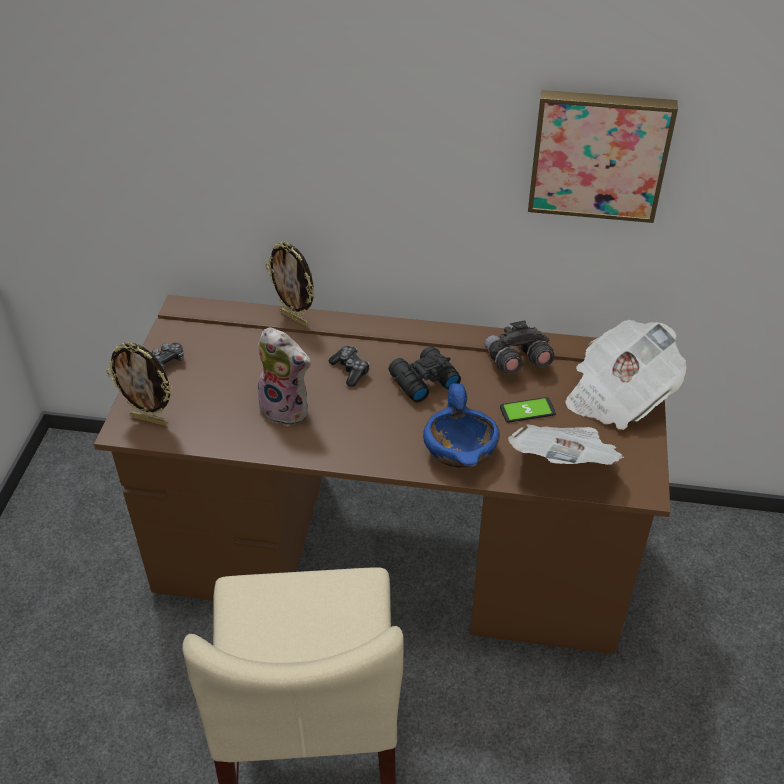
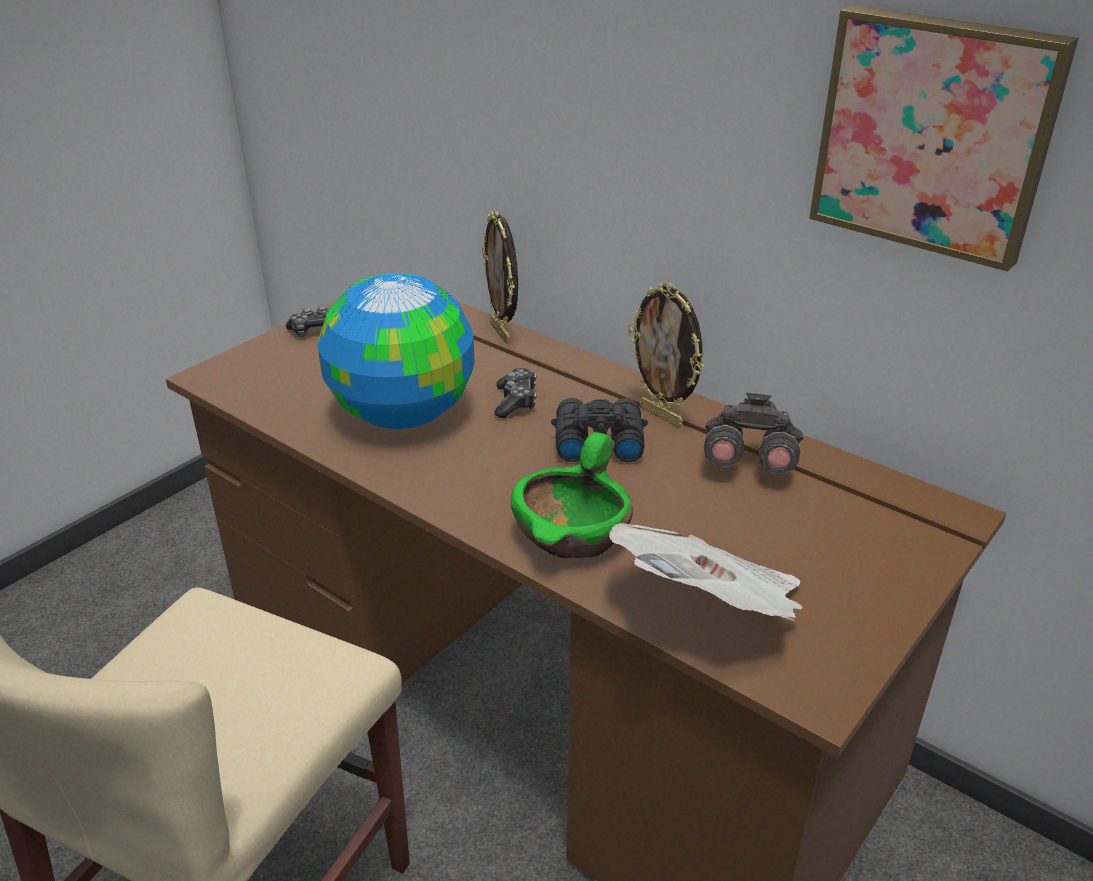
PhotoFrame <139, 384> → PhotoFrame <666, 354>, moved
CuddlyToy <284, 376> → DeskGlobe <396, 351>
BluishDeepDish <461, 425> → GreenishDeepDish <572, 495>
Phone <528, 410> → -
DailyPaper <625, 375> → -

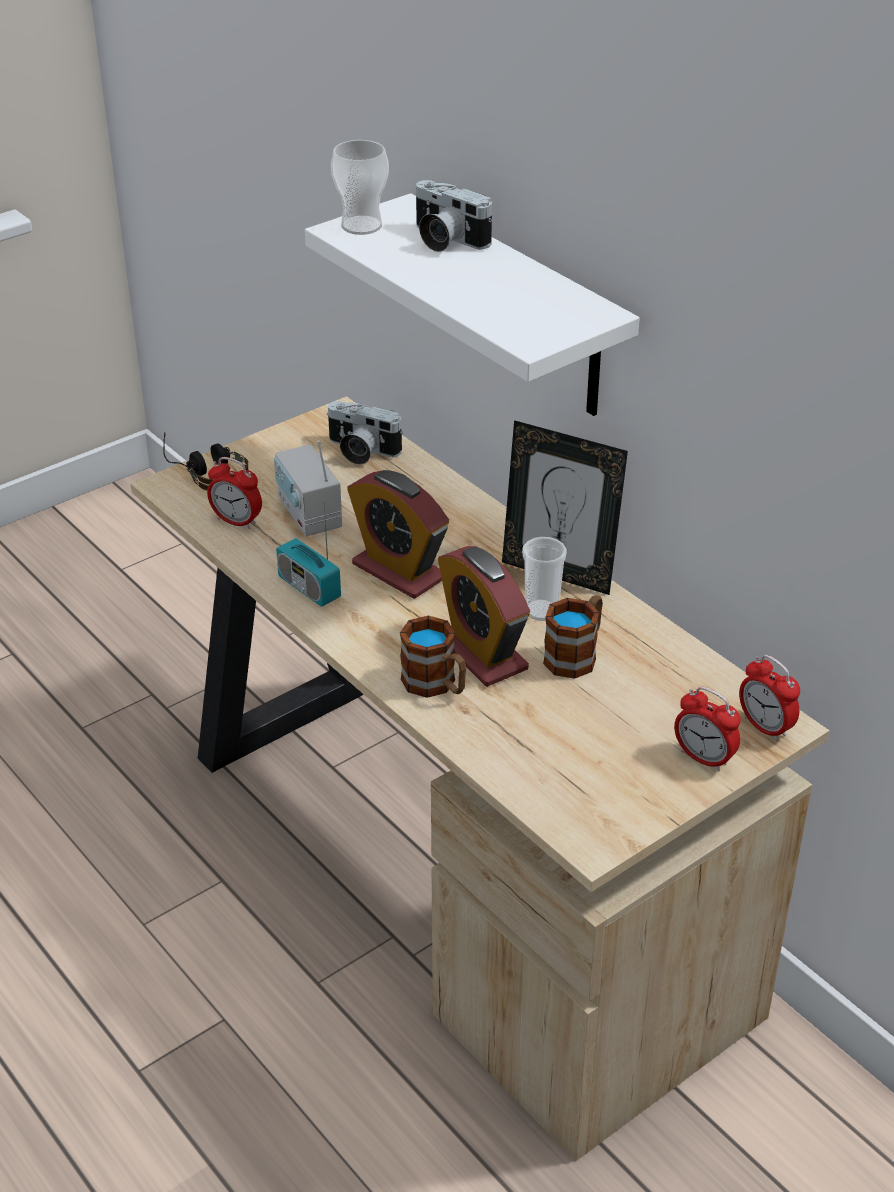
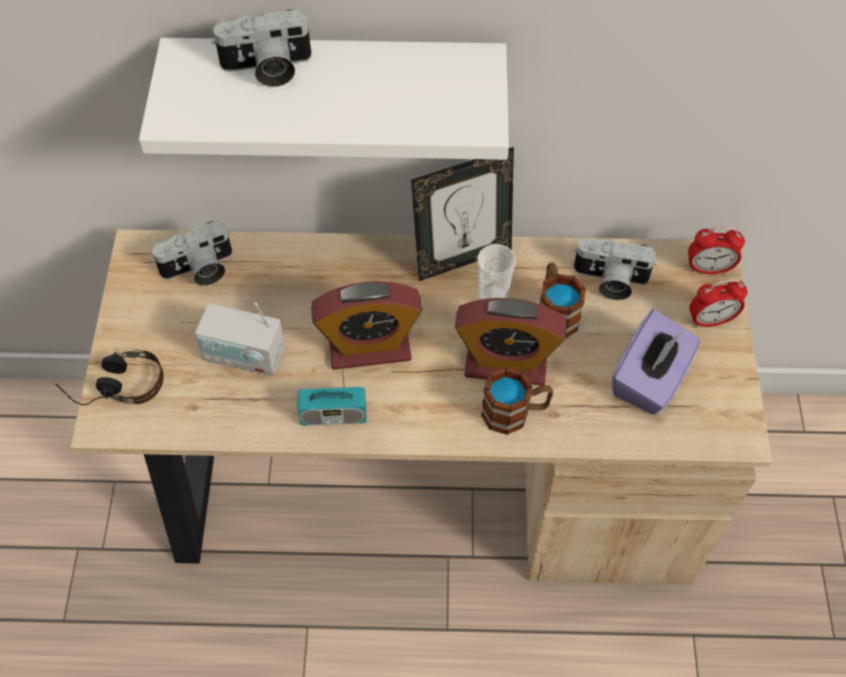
TableClock <234, 493> → -
Cup <360, 187> → -
- → StillCamera <615, 269>
- → PurpleColouredTissueHolder <656, 362>

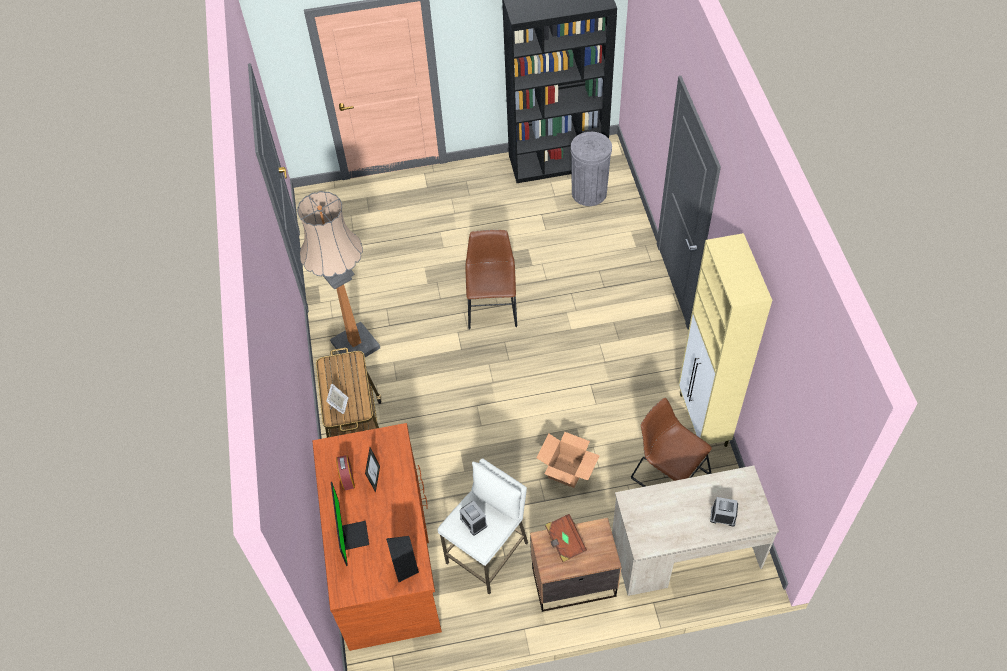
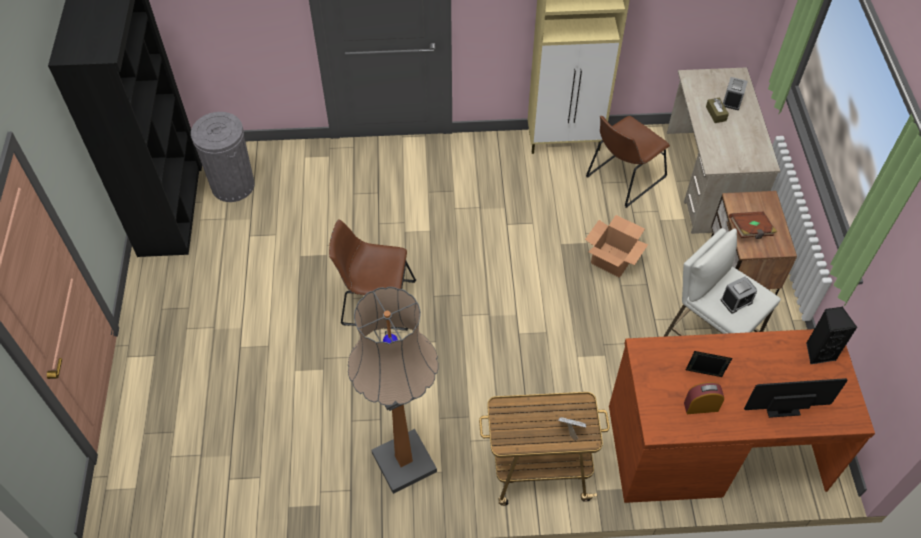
- → BrownTissueHolder <717, 110>

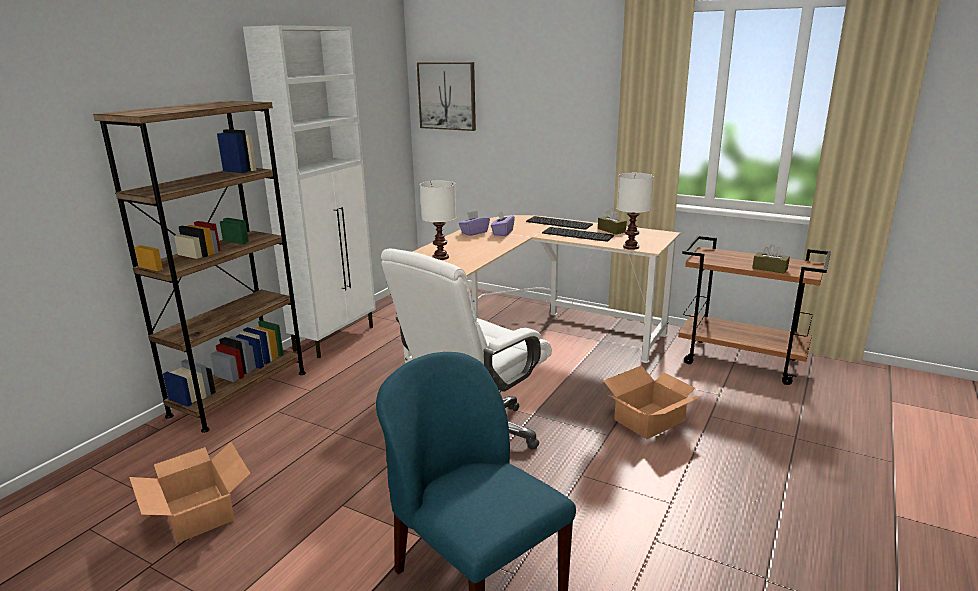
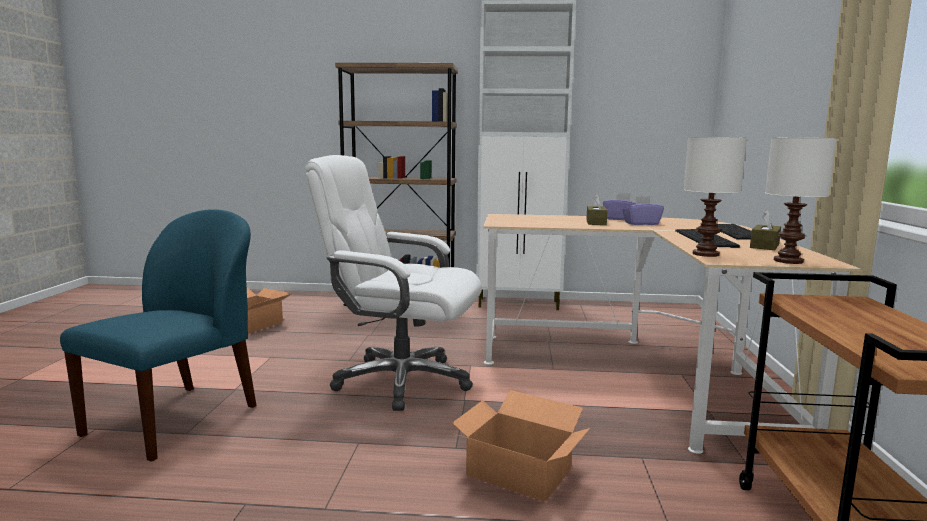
WallPicture <446, 96> → -
WhiteColouredTabletopLamp <438, 220> → WhiteColouredTabletopLamp <801, 201>, moved
BrownTissueHolder <771, 259> → BrownTissueHolder <597, 209>, moved

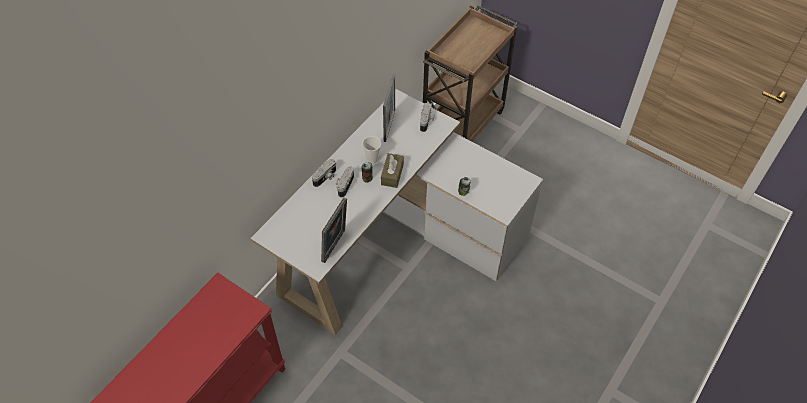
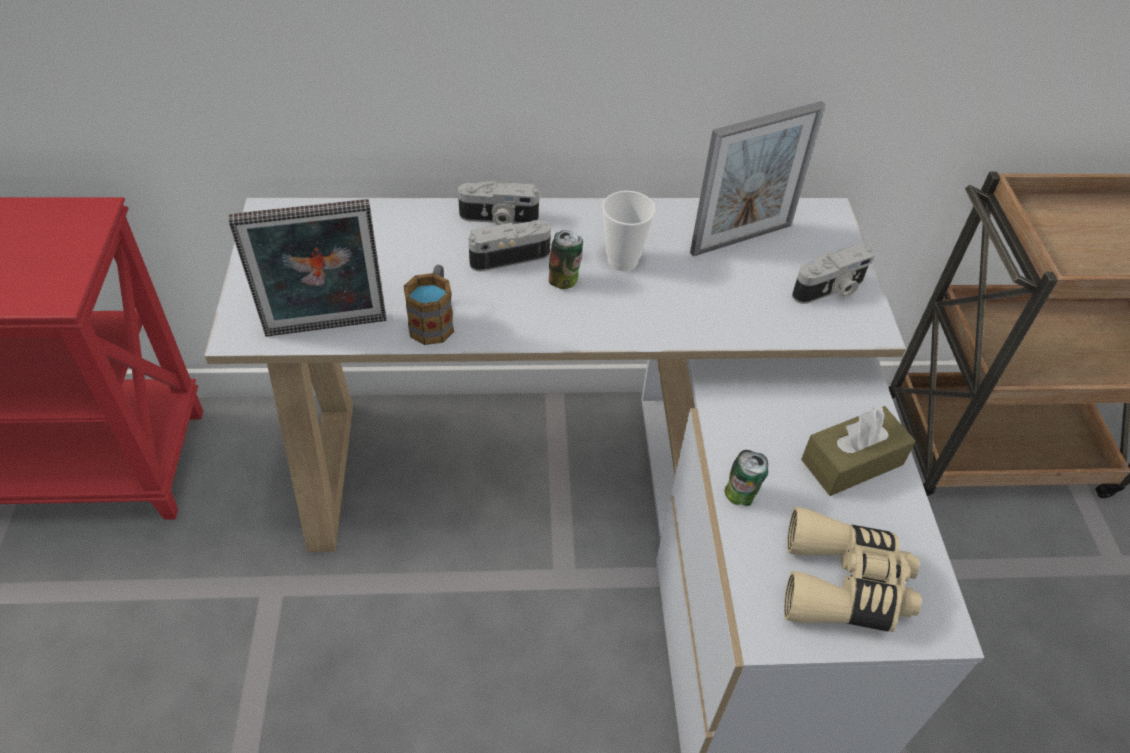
BrownTissueHolder <392, 170> → BrownTissueHolder <858, 450>, moved
- → TeaMug <428, 305>
- → SandColouredFieldGlasses <852, 569>

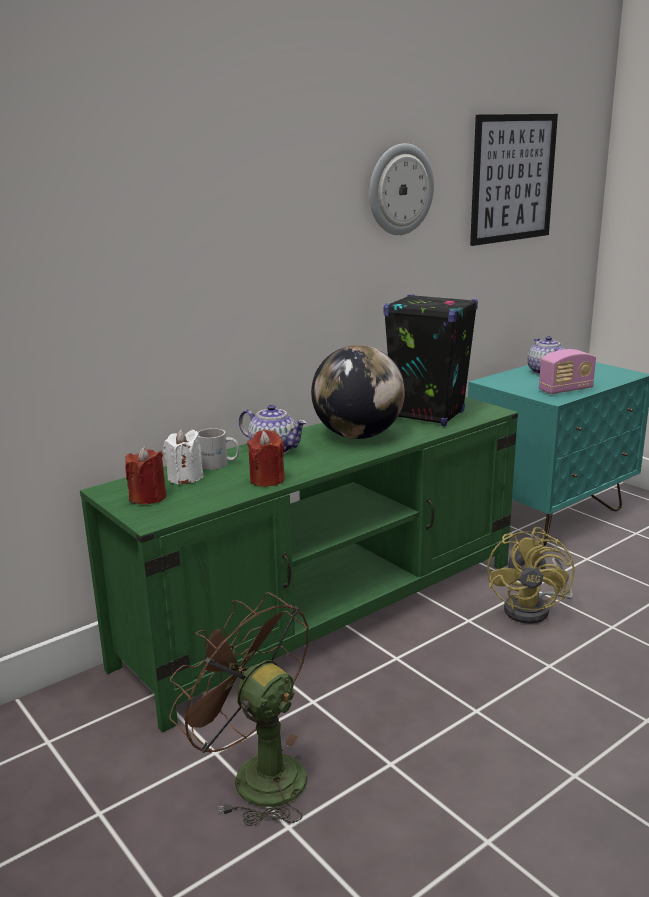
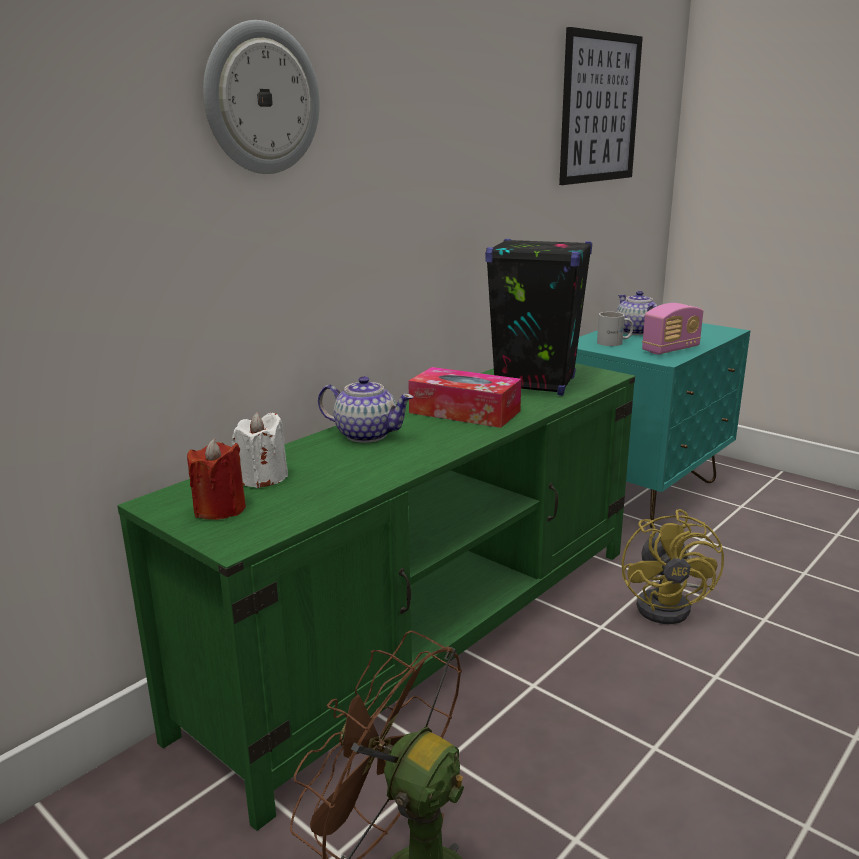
WhiteColouredTeaMug <218, 449> → WhiteColouredTeaMug <615, 329>, moved
ReddishCandle <266, 458> → -
DeskGlobe <358, 392> → TissueHolder <464, 397>
ClockOnTheWall <401, 189> → ClockOnTheWall <261, 97>, moved

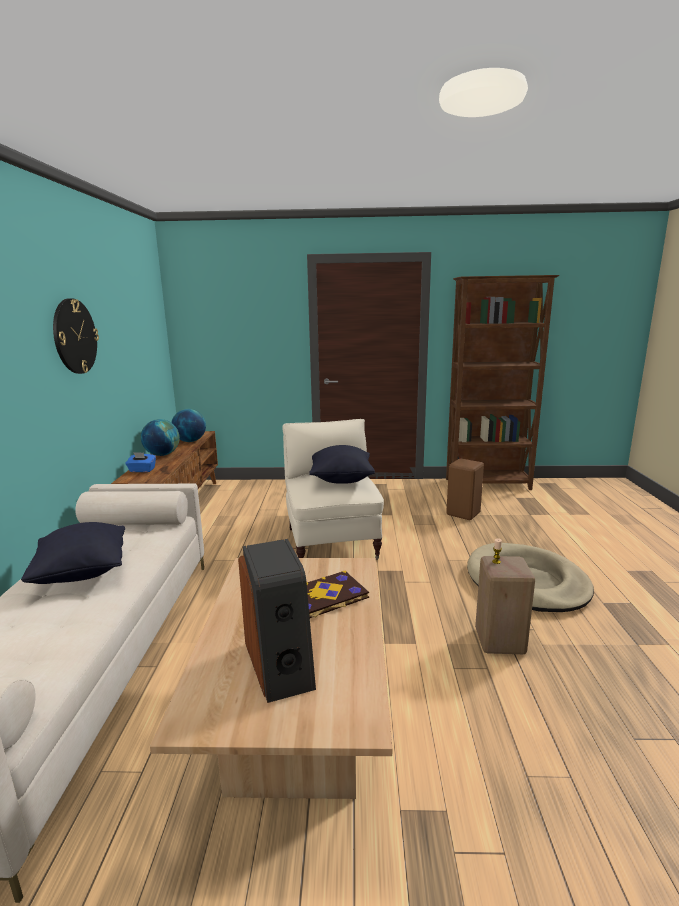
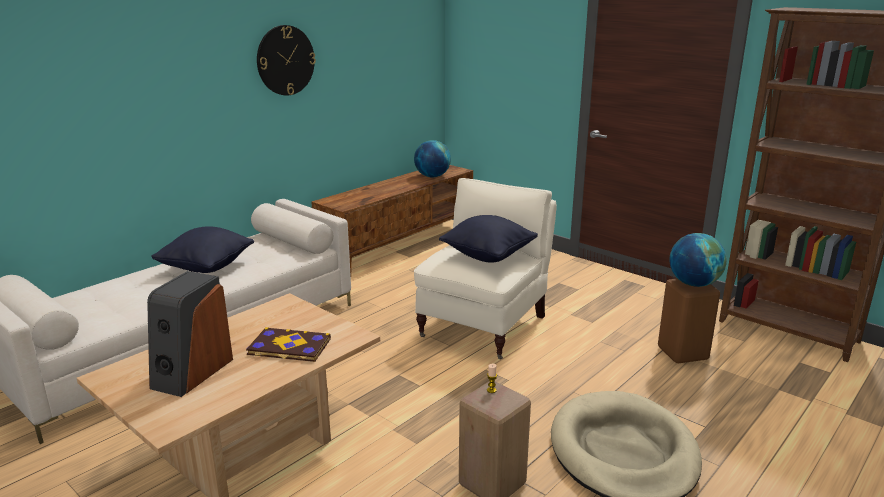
BluishTissueHolder <140, 462> → -
DeskGlobe <160, 437> → DeskGlobe <698, 260>, moved

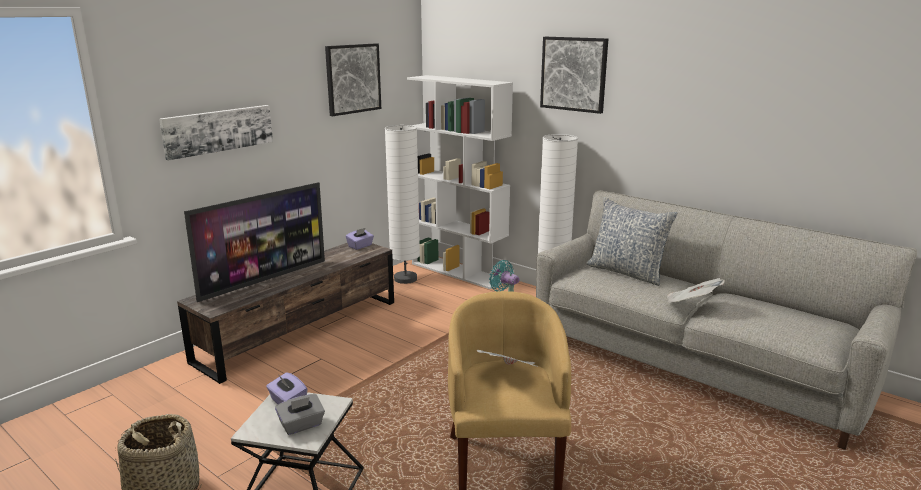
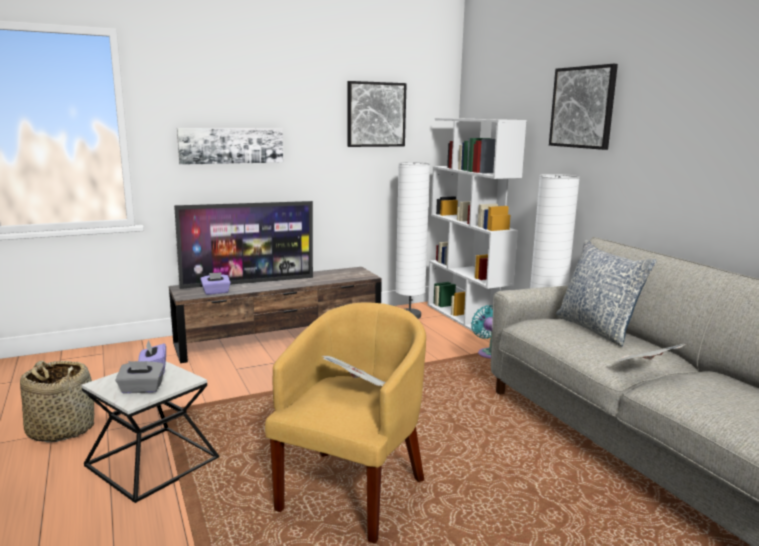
PurpleColouredTissueHolder <360, 239> → PurpleColouredTissueHolder <215, 283>, moved

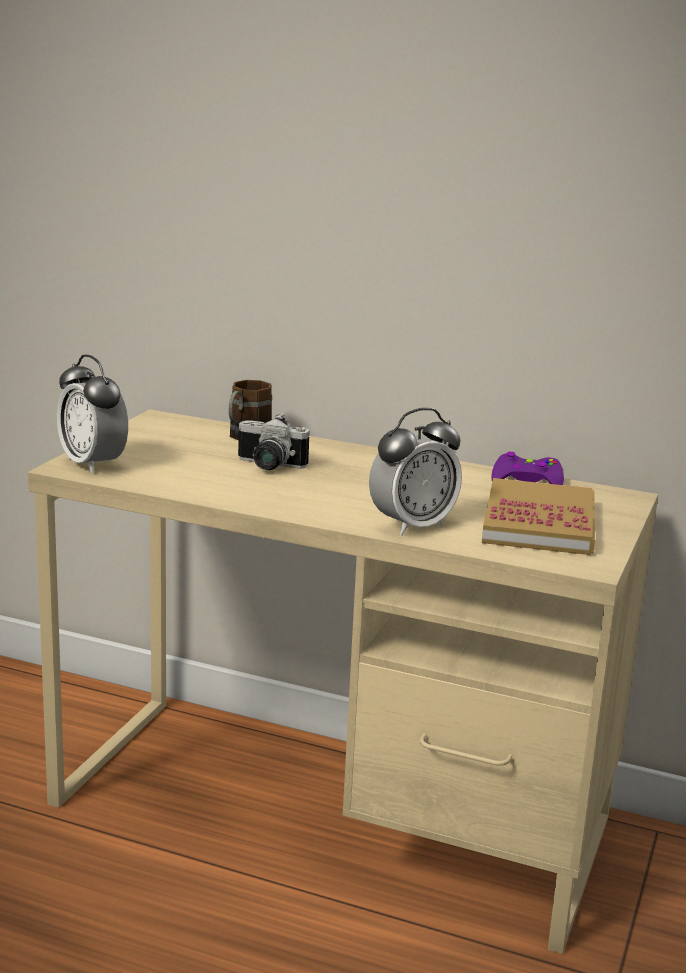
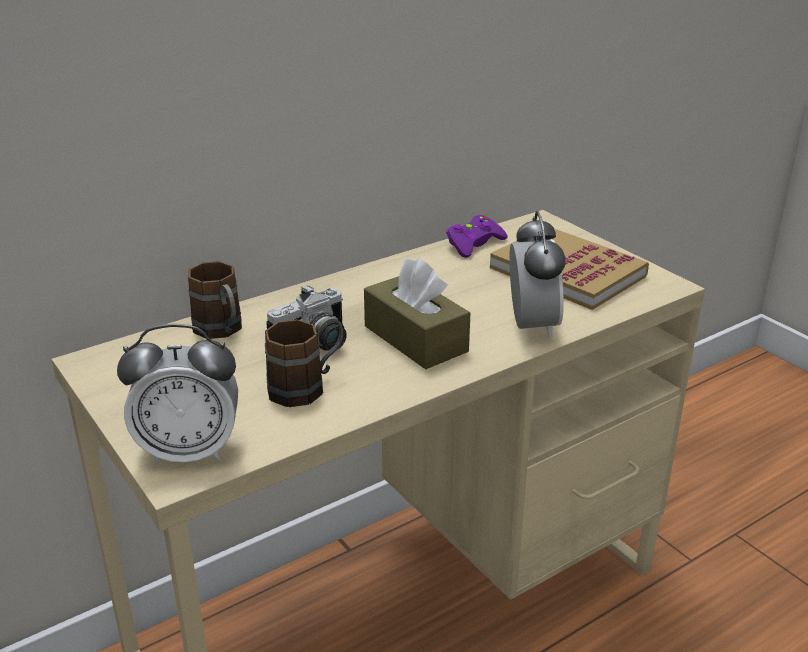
- → BrownTeaMug <304, 362>
- → BrownTissueHolder <417, 313>

